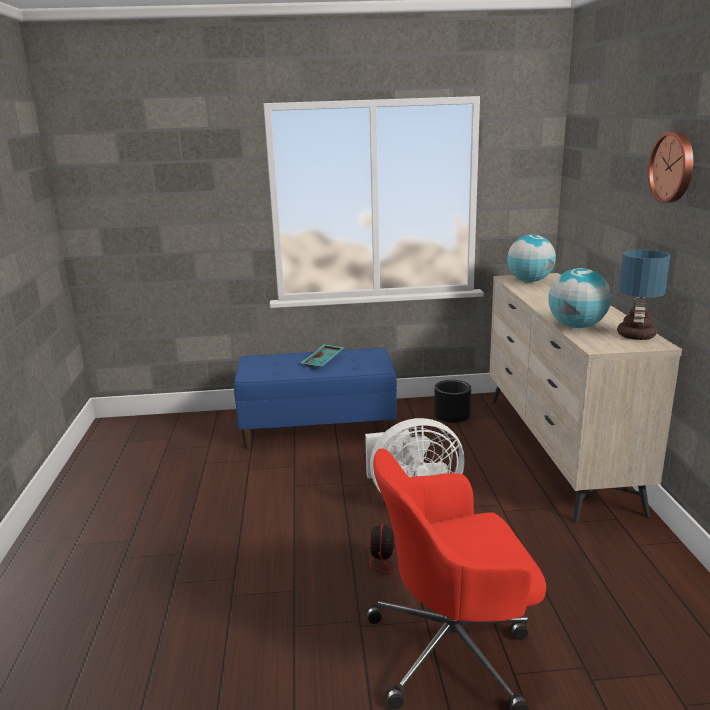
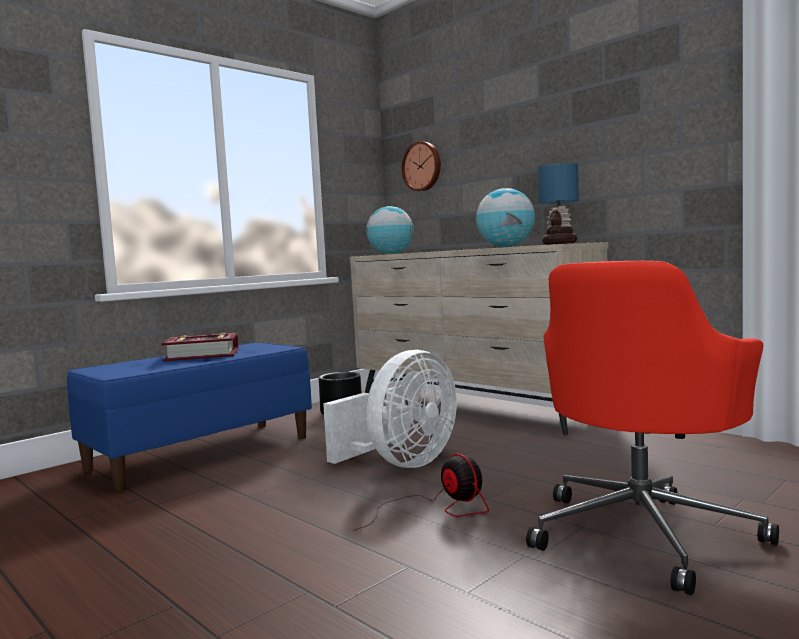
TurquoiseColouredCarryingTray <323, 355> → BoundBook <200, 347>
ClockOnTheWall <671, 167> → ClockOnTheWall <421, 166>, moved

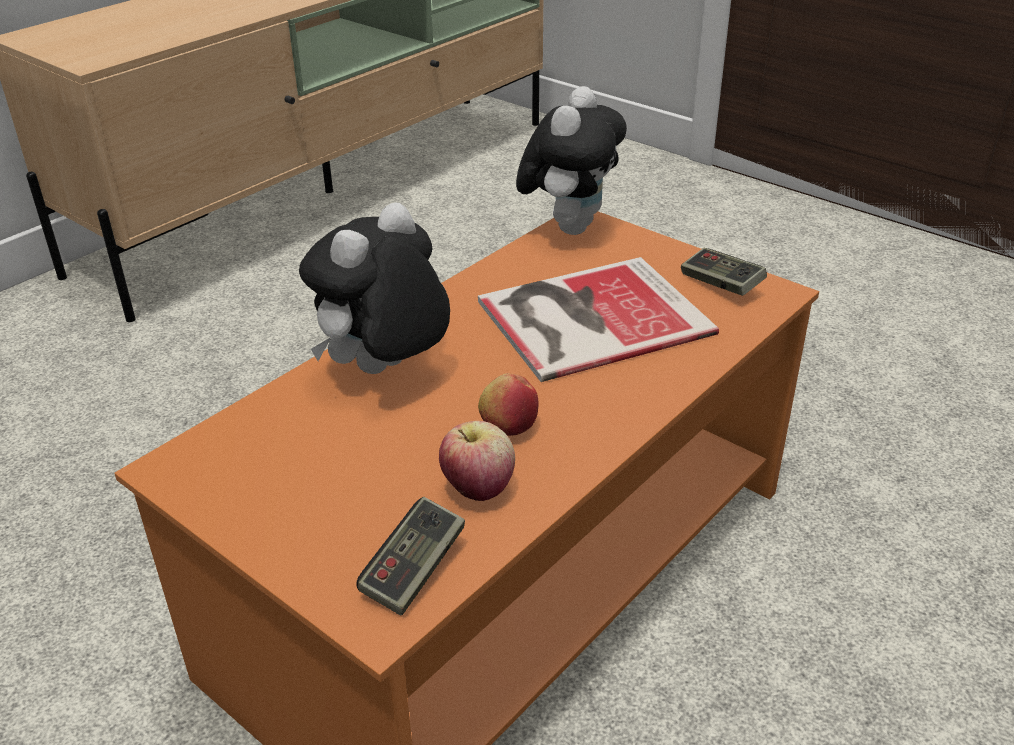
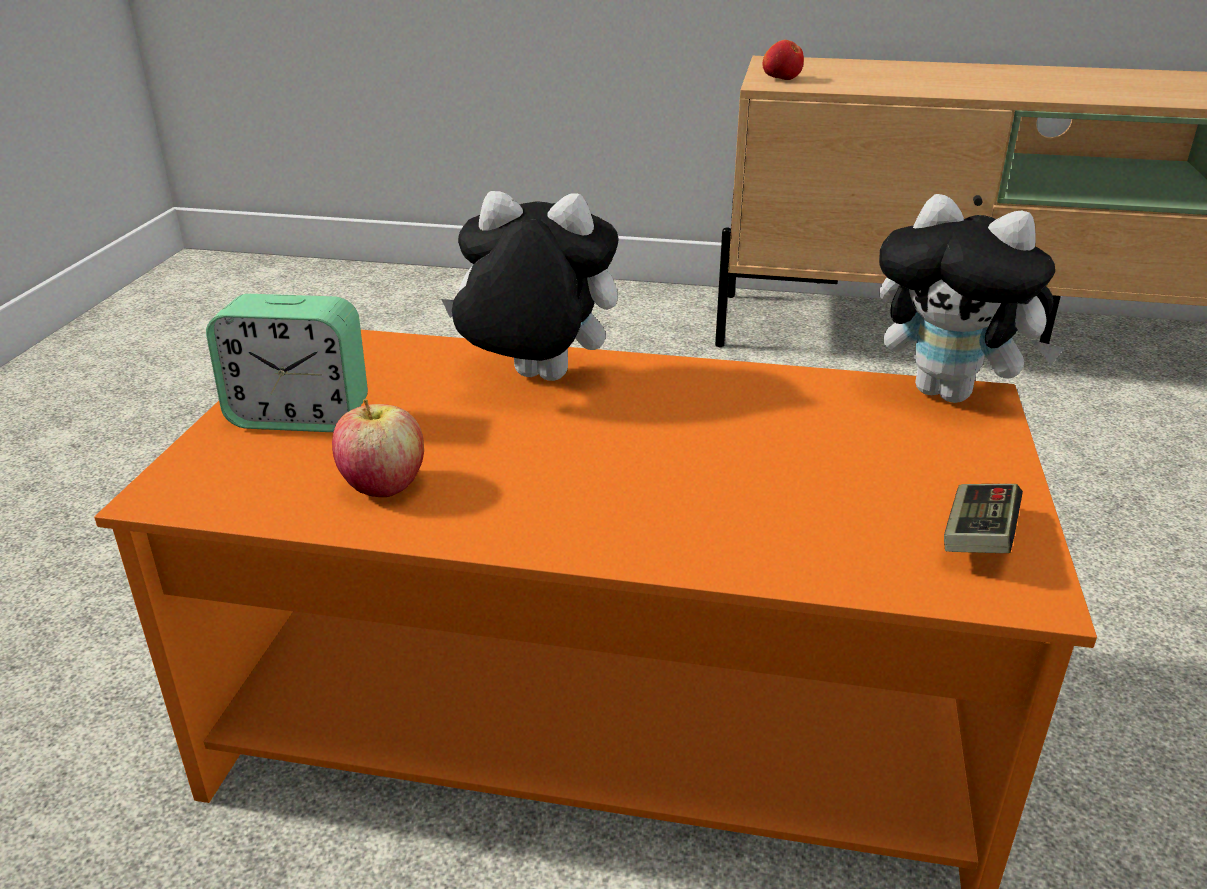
Joypad <410, 556> → -
BoundBook <598, 319> → -
Apple <508, 404> → Apple <783, 60>, moved
CuddlyToy <571, 160> → CuddlyToy <971, 298>, 45 degrees clockwise
- → TableClock <287, 363>

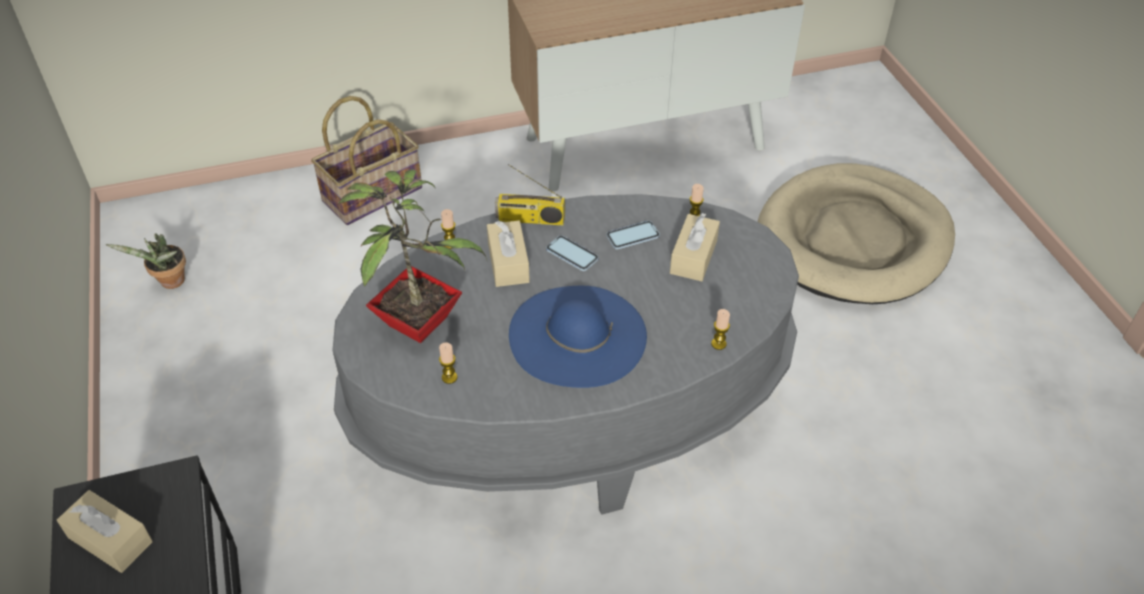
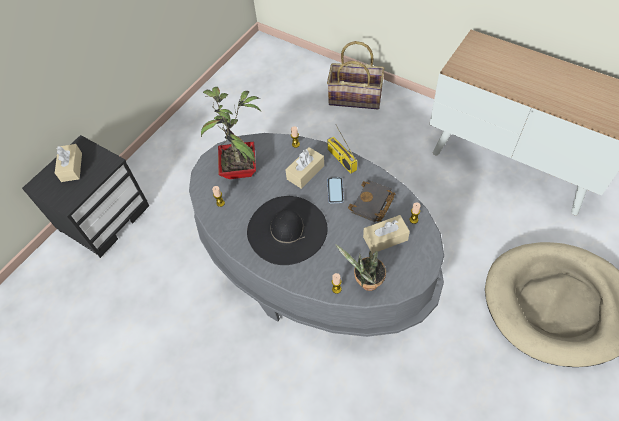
PlantInAPot <145, 261> → PlantInAPot <360, 267>, moved
BluishClothingHat <578, 337> → BlackClothingHat <287, 230>
Phone <633, 235> → BlackBoundBook <371, 201>

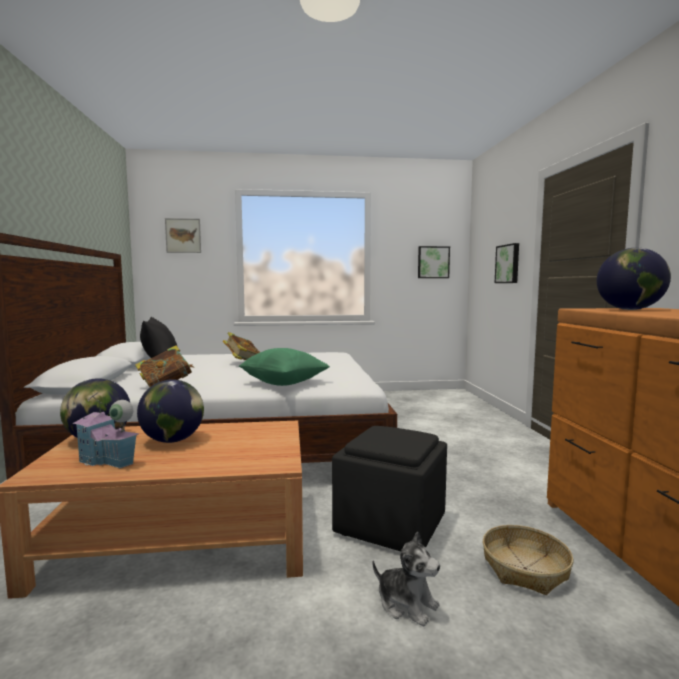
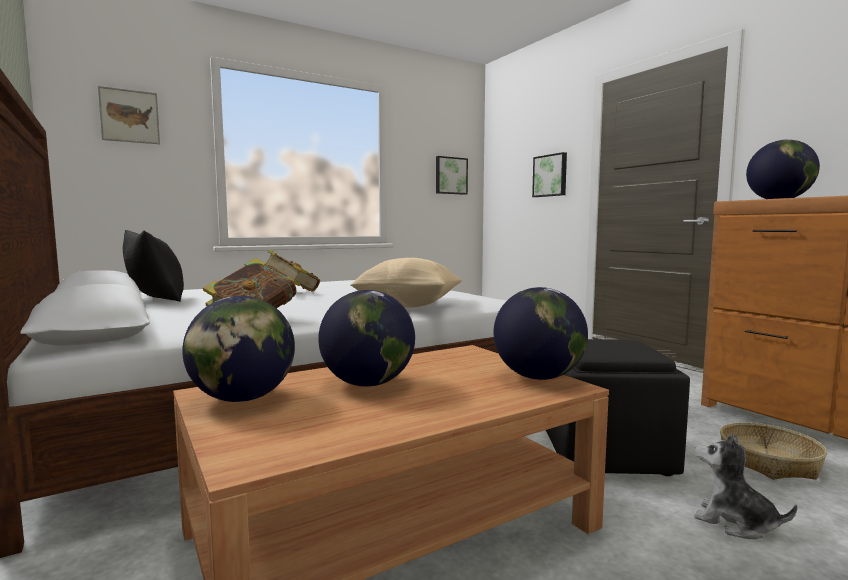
ToyHouse <105, 430> → -
GreenishCushion <284, 367> → SandColouredCushion <406, 282>
CuddlyToy <406, 579> → CuddlyToy <745, 486>, 150 degrees counterclockwise
- → DeskGlobe <540, 333>

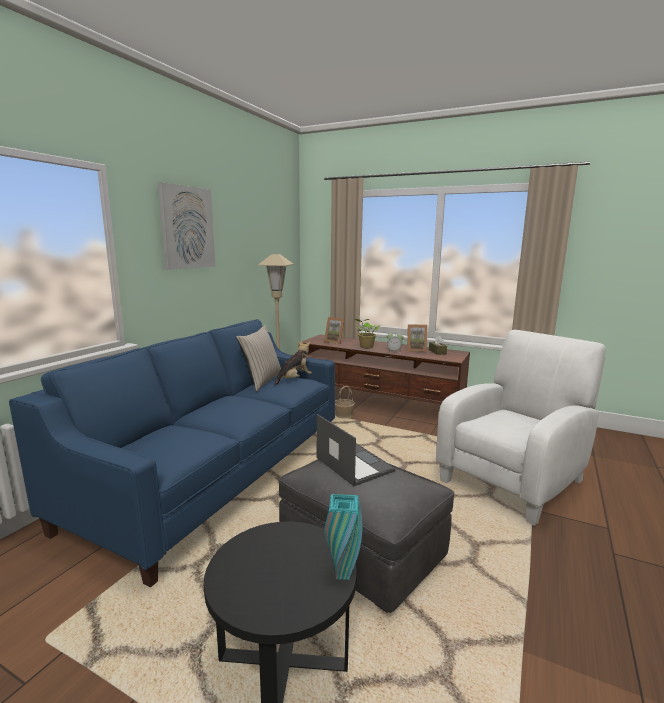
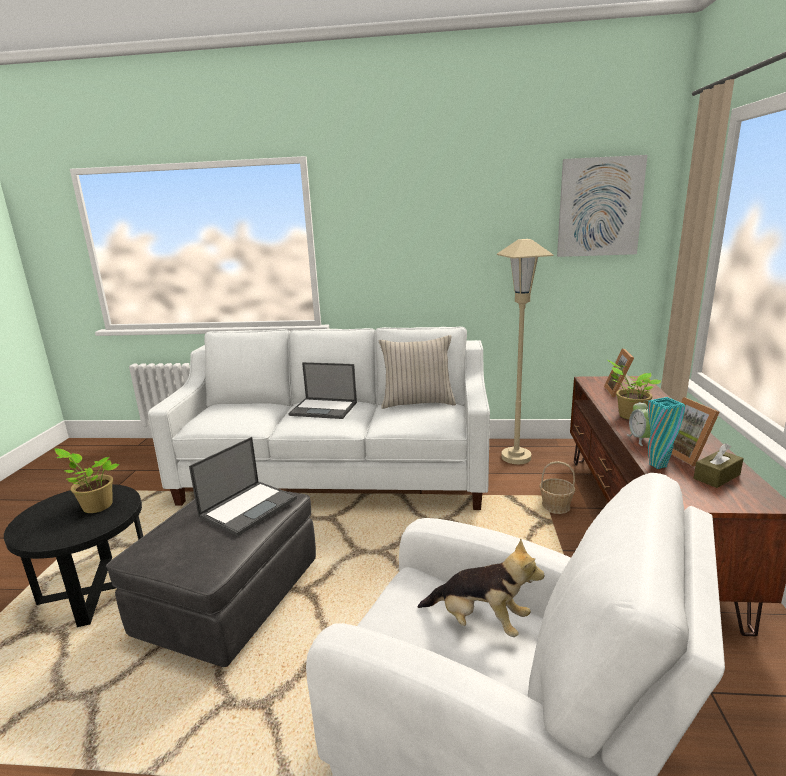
BluishSofa <172, 453> → WhiteColouredSofa <319, 418>
WallPicture <186, 226> → WallPicture <602, 206>, moved
CuddlyToy <293, 363> → CuddlyToy <481, 587>, moved
TurquoiseColouredVase <343, 537> → TurquoiseColouredVase <666, 433>, moved
- → PlantInAPot <87, 480>
- → NotebookComputer <322, 390>

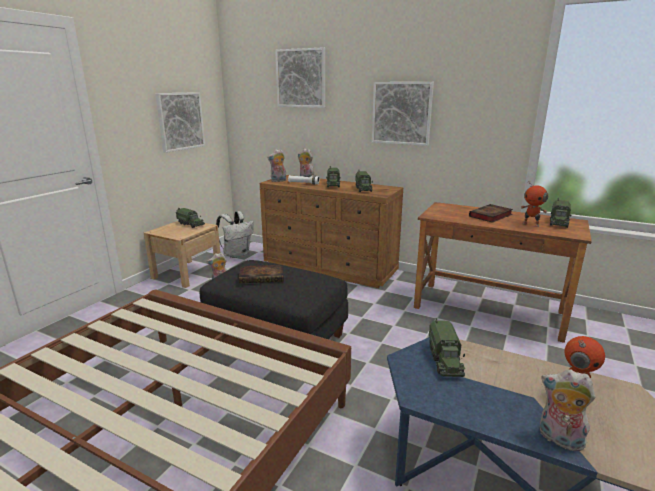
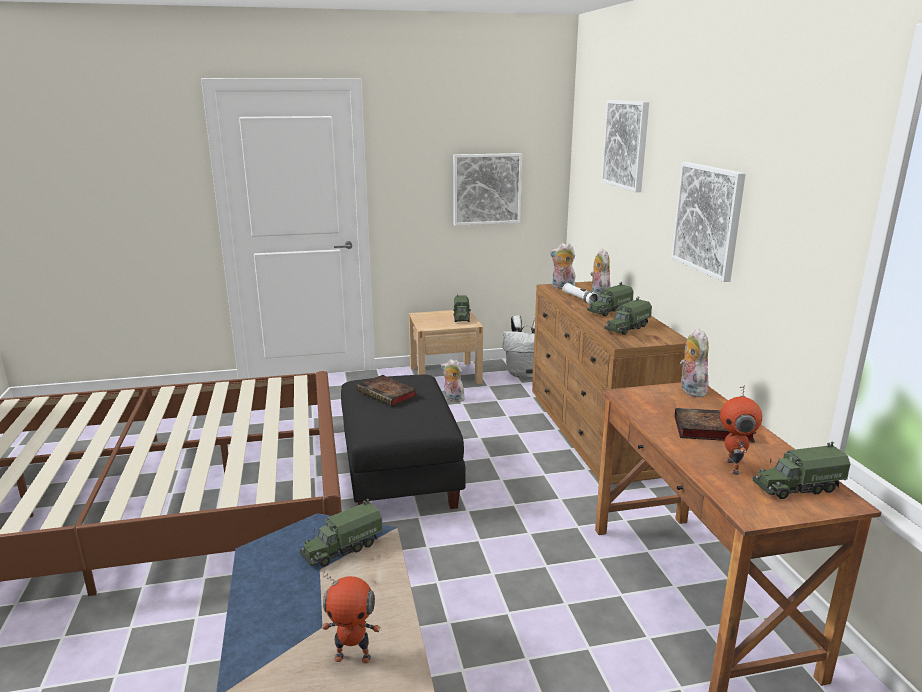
CuddlyToy <567, 410> → CuddlyToy <694, 362>, moved

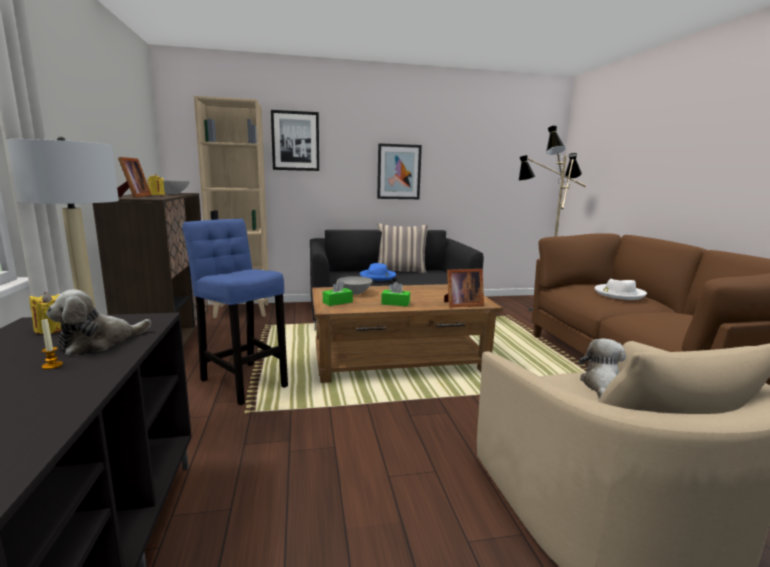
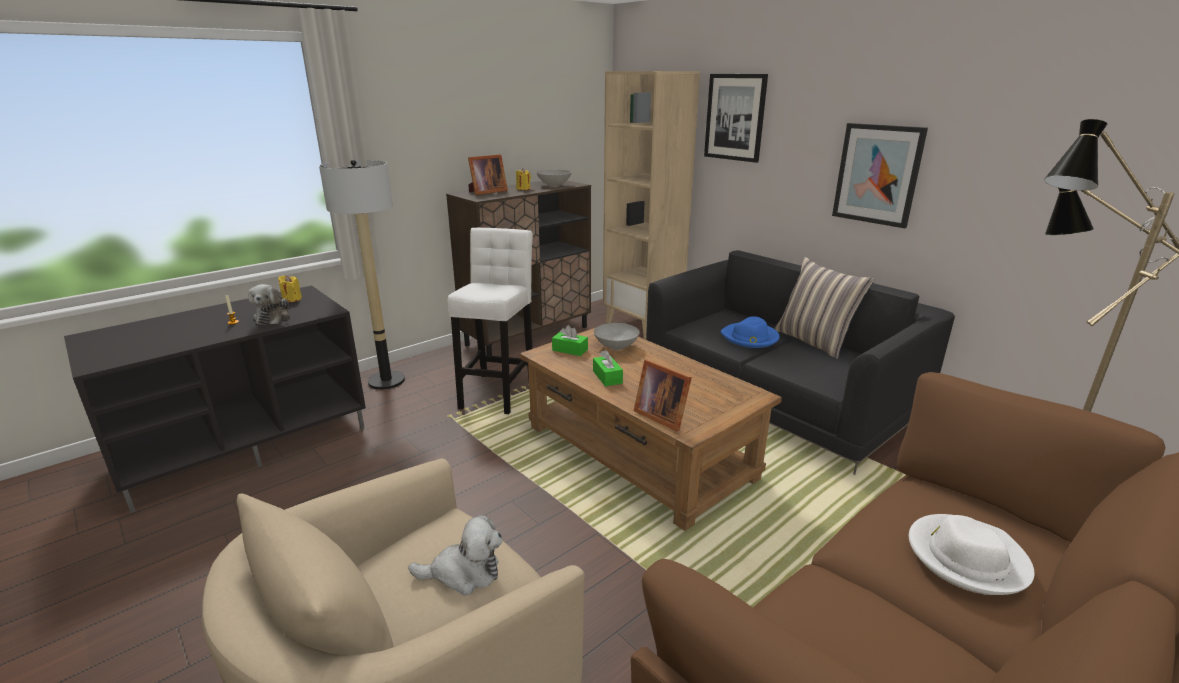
CuddlyToy <98, 322> → CuddlyToy <269, 304>, 105 degrees counterclockwise
BluishSittingStool <235, 312> → WhiteColouredSittingStool <490, 321>

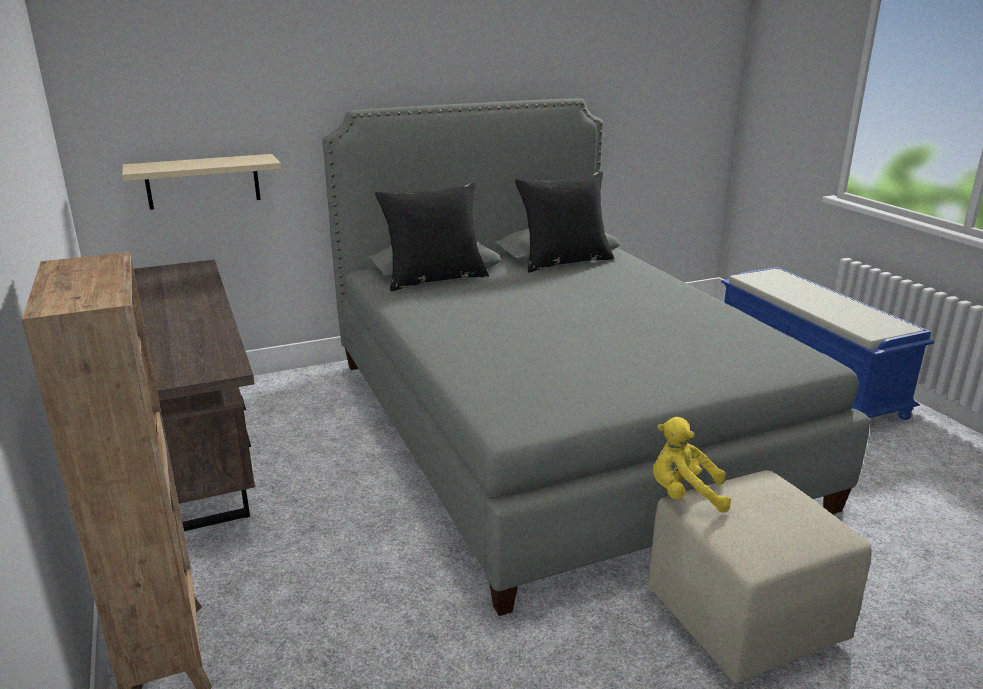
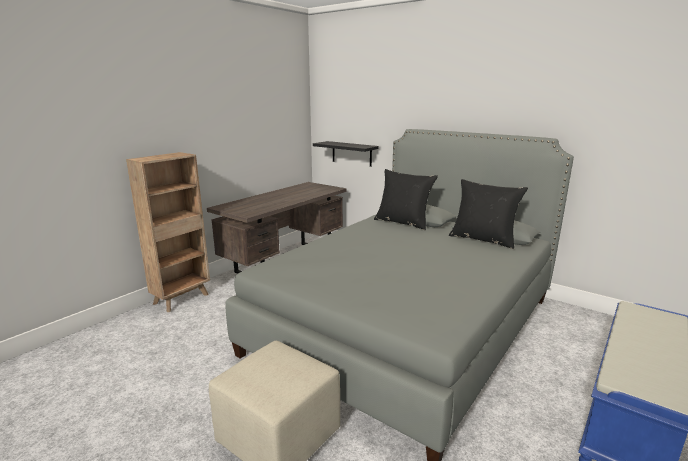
SandColouredBracketShelf <201, 182> → BlackBracketShelf <346, 154>
YellowishCuddlyToy <692, 464> → -

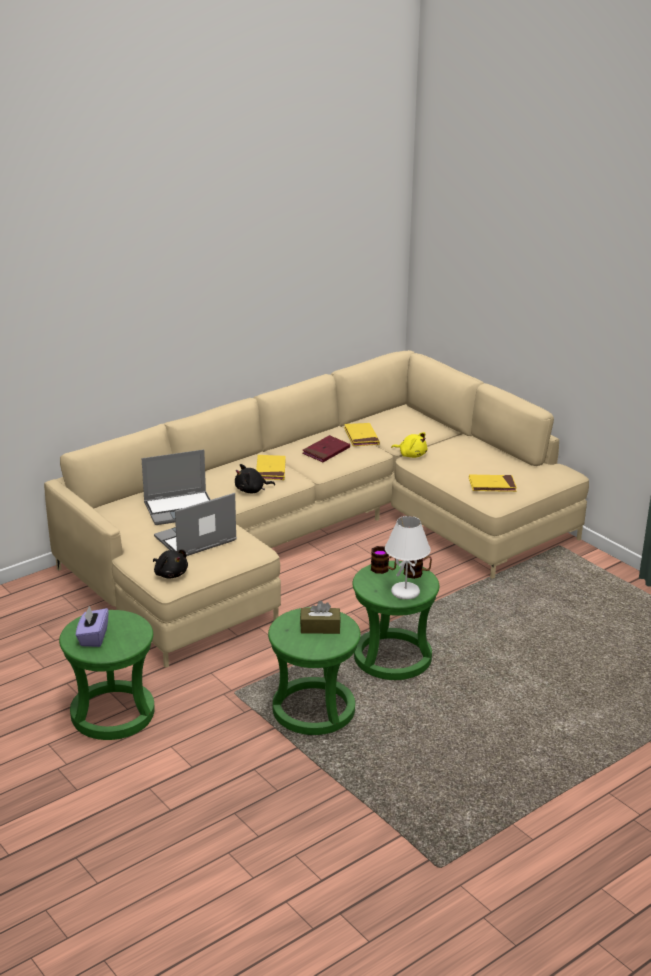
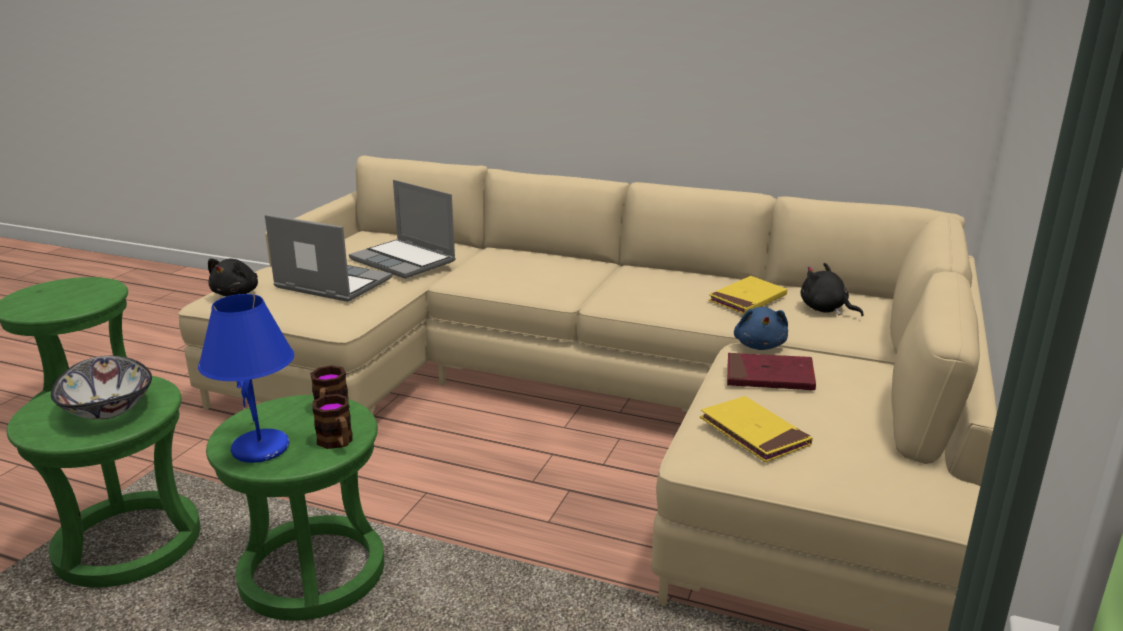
PurpleColouredTissueHolder <92, 626> → -
BlackCuddlyToy <255, 479> → BlackCuddlyToy <832, 289>, moved
YellowishBoundBook <271, 467> → -
BrownTissueHolder <320, 617> → DeepDish <101, 388>
ReddishBoundBook <326, 448> → ReddishBoundBook <771, 372>, moved
WhiteColouredTabletopLamp <408, 558> → BluishTabletopLamp <246, 378>
YellowishCuddlyToy <409, 445> → BluishCuddlyToy <761, 328>

